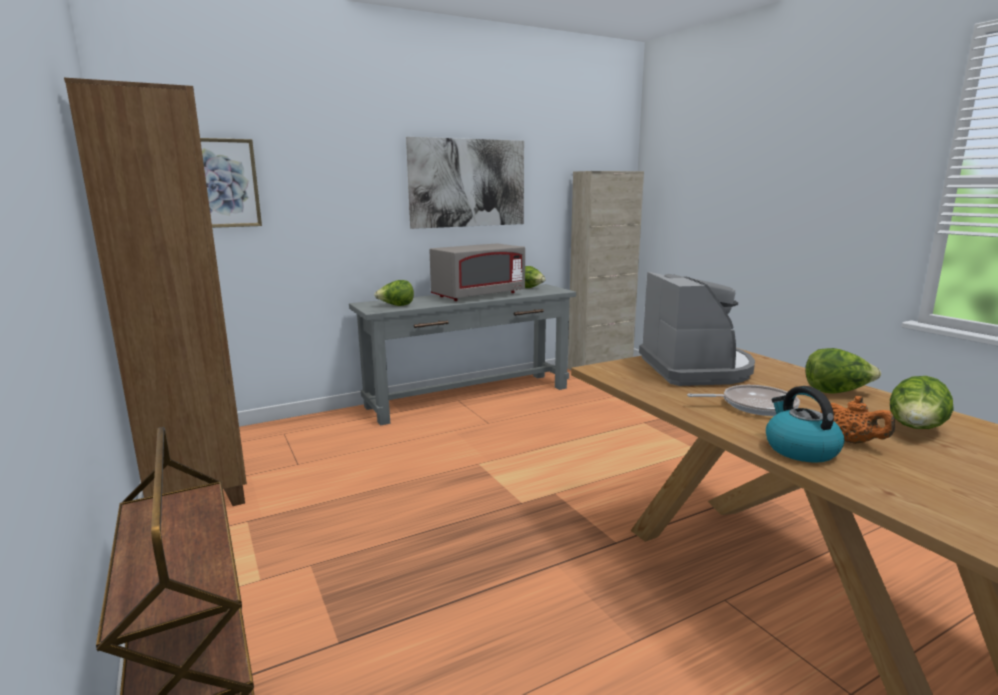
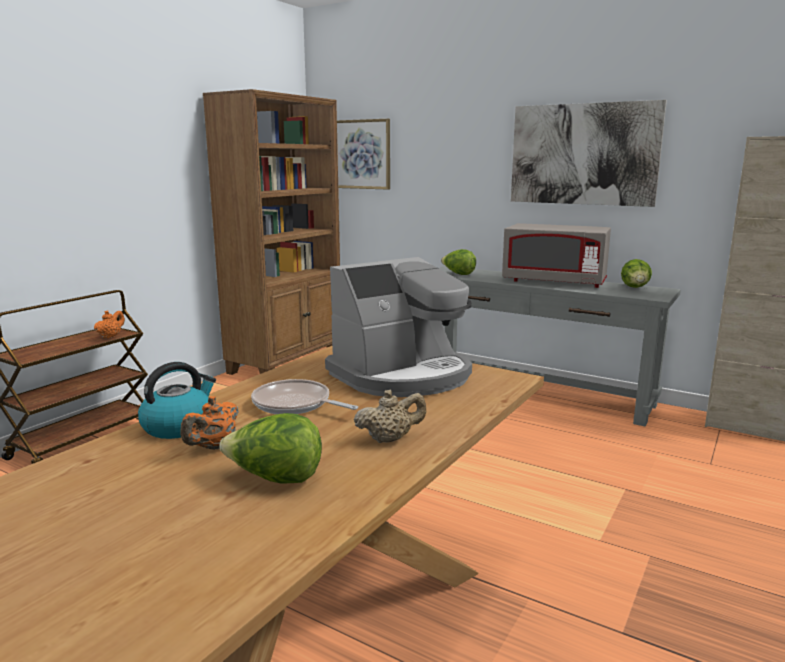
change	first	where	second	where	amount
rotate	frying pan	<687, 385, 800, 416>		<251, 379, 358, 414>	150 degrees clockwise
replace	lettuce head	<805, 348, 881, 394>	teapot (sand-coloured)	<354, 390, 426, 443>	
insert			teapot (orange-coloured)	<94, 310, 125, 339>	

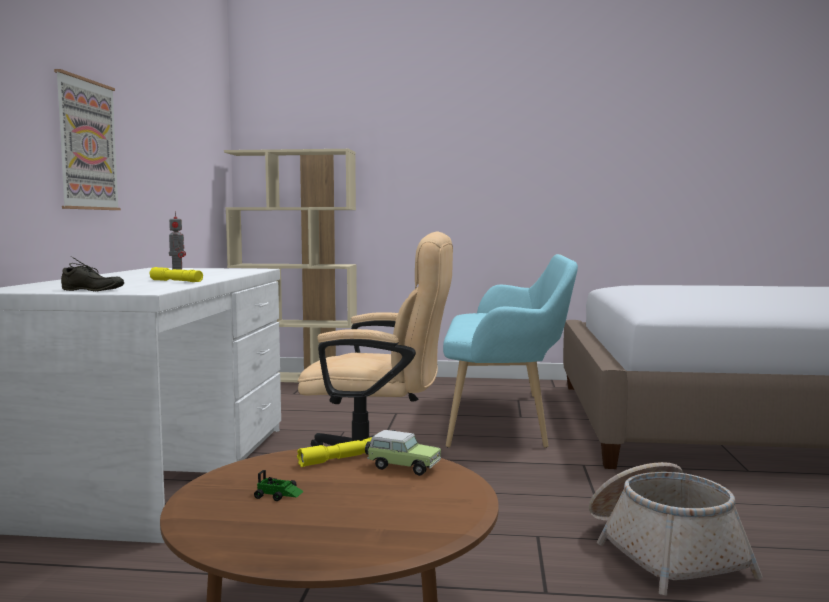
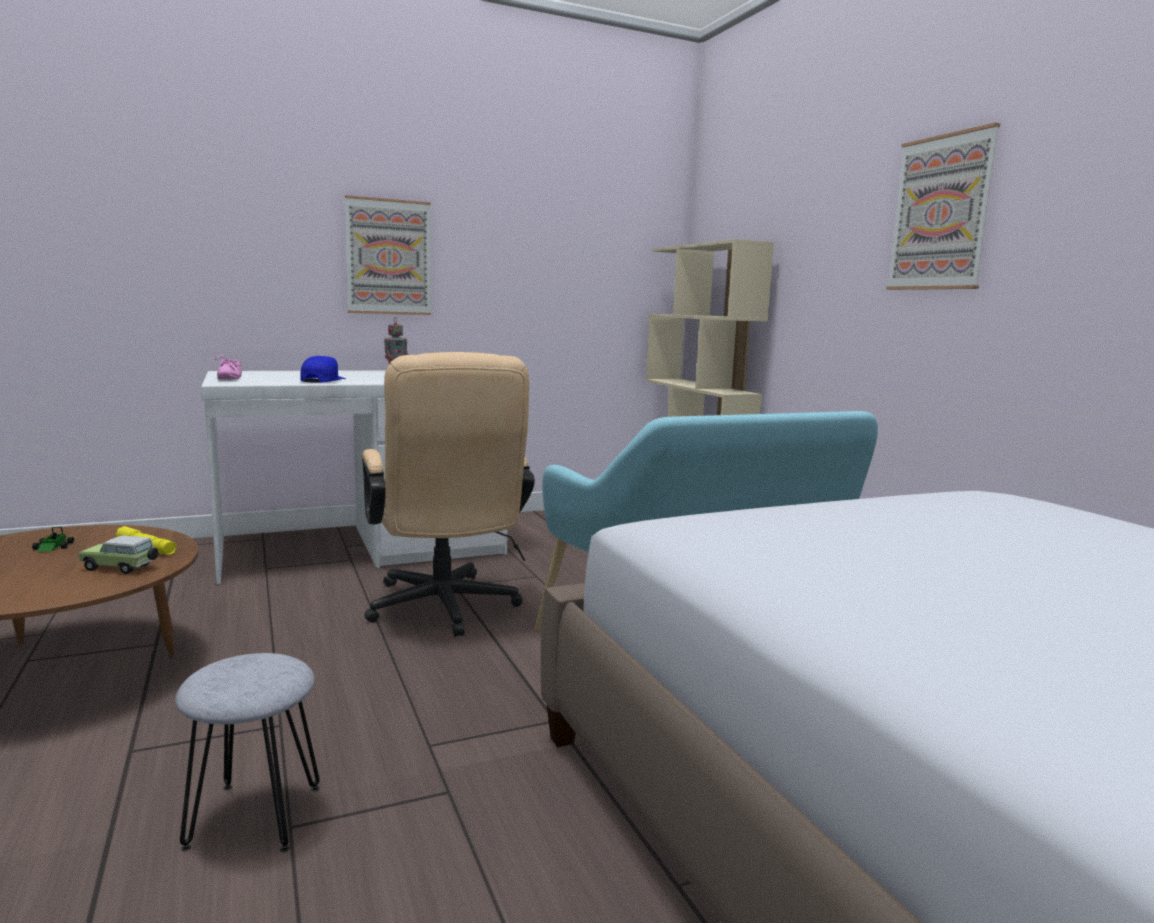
change	first	where	second	where	amount
recolor	item of footwear (grey)	<61, 256, 124, 291>	item of footwear (pink-coloured)	<213, 351, 243, 379>	
replace	torch (yellow-coloured)	<149, 267, 203, 282>	baseball cap (blue-coloured)	<300, 356, 346, 383>	
rotate	miniature car	<365, 430, 441, 476>		<78, 535, 158, 574>	105 degrees clockwise
replace	storage basket	<589, 462, 763, 596>	stool seat (grey)	<175, 653, 320, 852>	
insert			wall art	<886, 123, 1000, 290>	

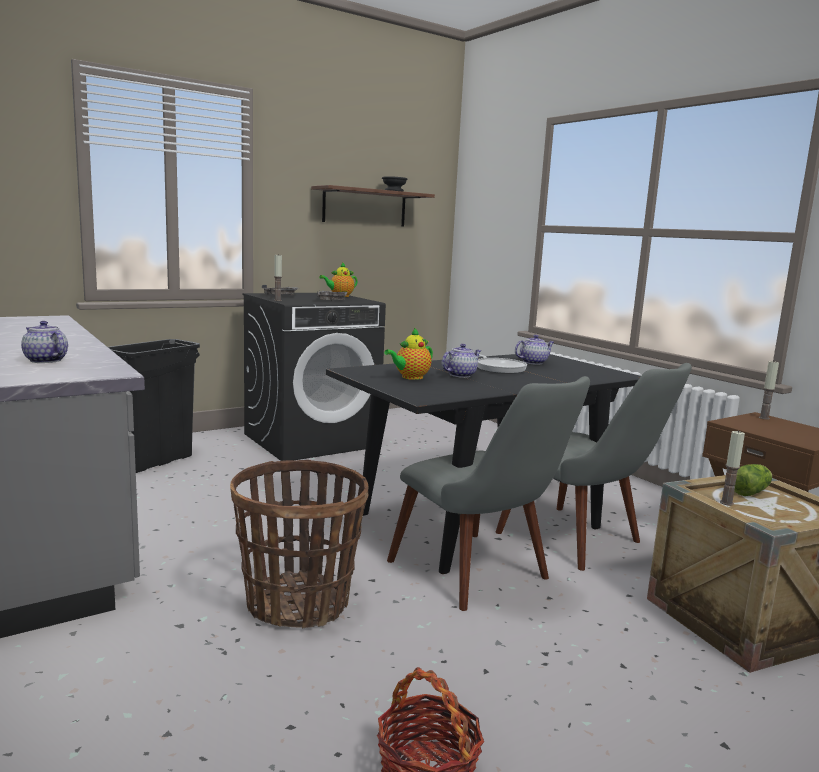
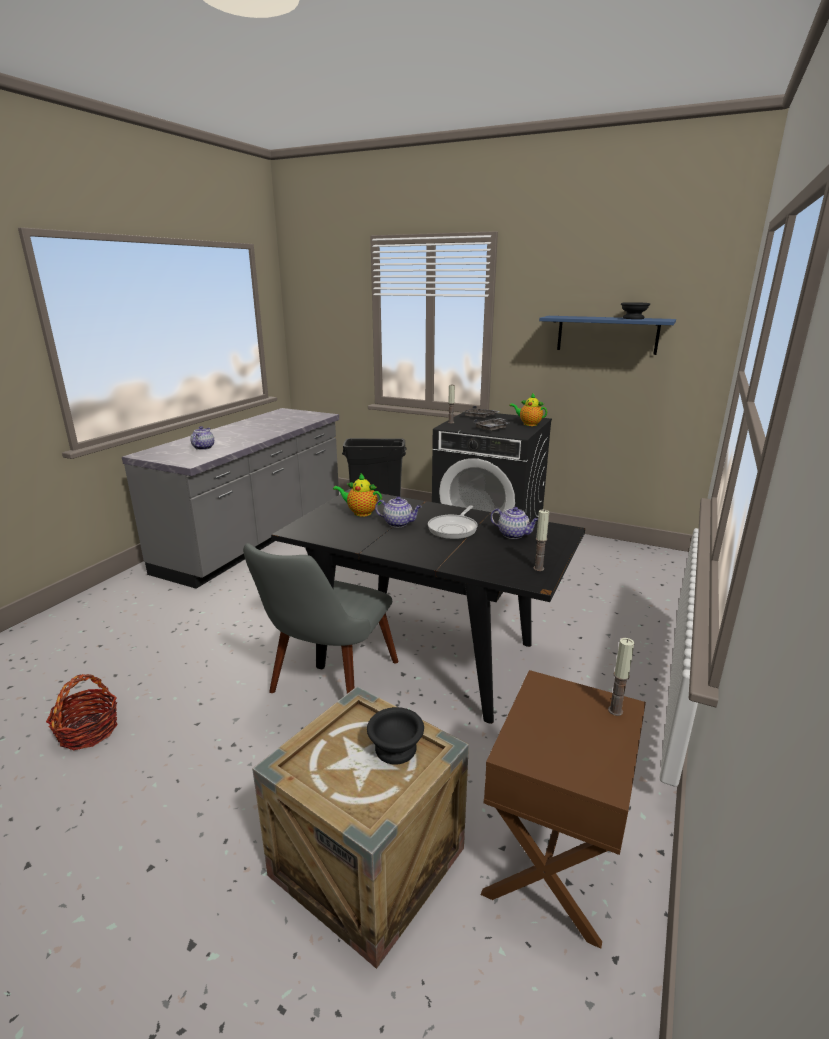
change	first	where	second	where	amount
delete	storage basket	<230, 460, 368, 629>			
recolor	bracket shelf (brownish)	<311, 185, 435, 226>	bracket shelf (blue-coloured)	<539, 316, 676, 355>	
delete	plain chair (grey)	<495, 363, 692, 571>			
move	wax light	<720, 430, 745, 506>		<533, 509, 549, 571>	
replace	lettuce head	<734, 464, 772, 496>	serving bowl (blackish)	<367, 707, 424, 765>	

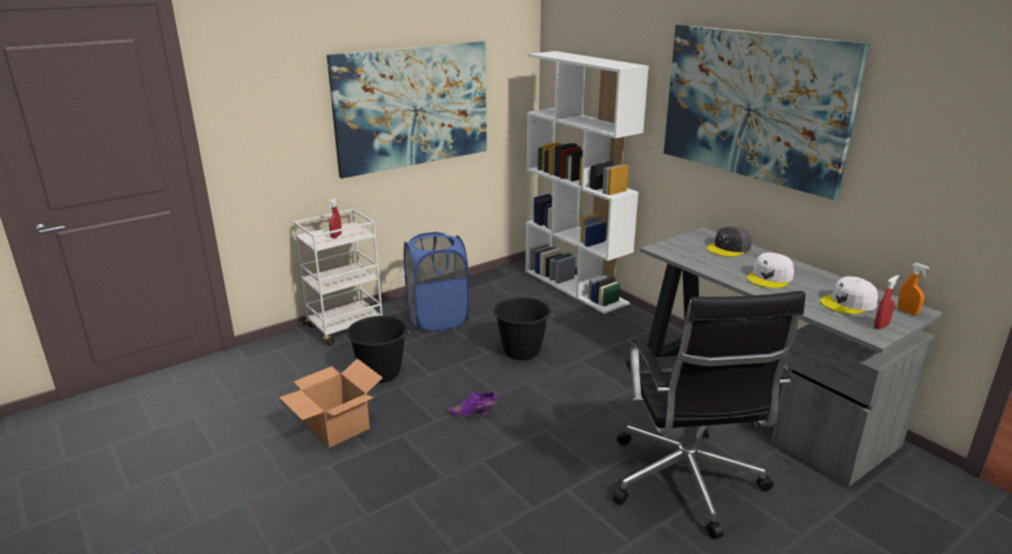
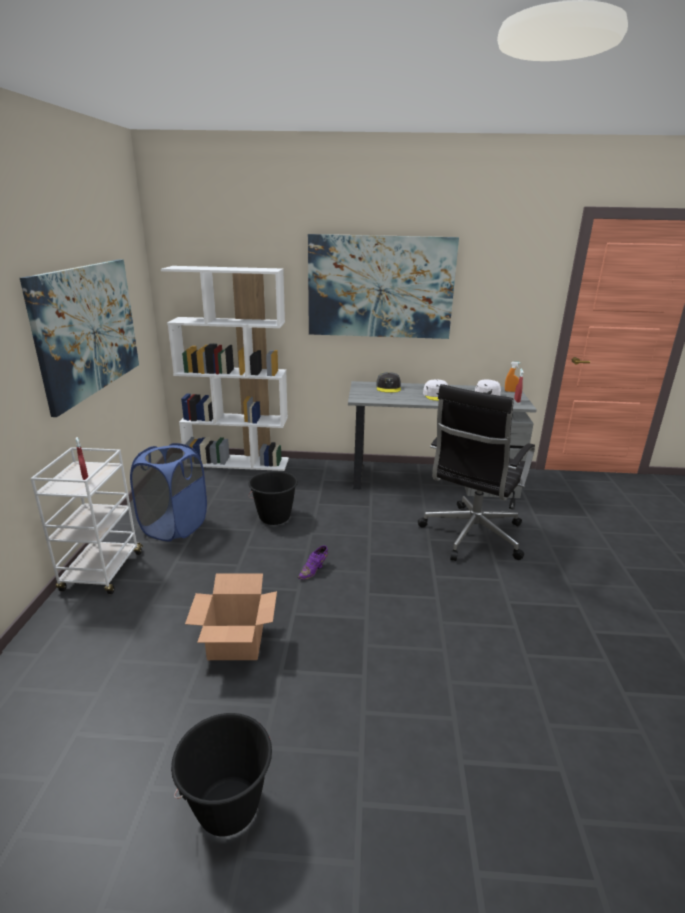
change	first	where	second	where	amount
move	bucket (blackish)	<346, 316, 410, 383>		<171, 713, 272, 836>	
rotate	desk chair (blackish)	<613, 291, 806, 539>		<418, 384, 535, 561>	90 degrees clockwise

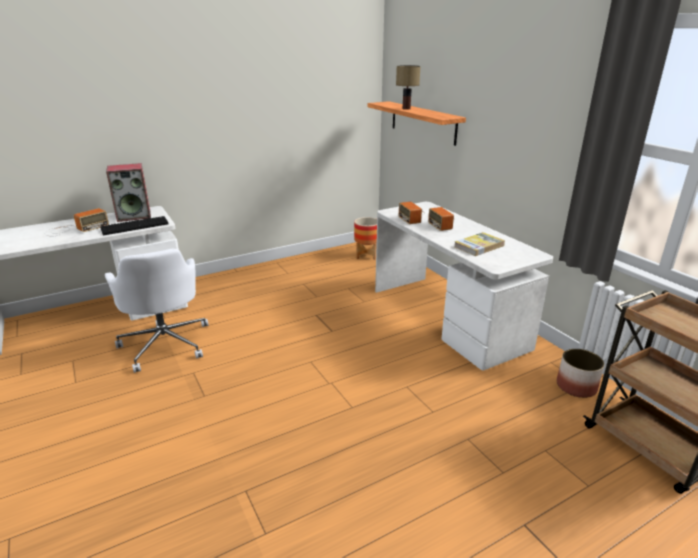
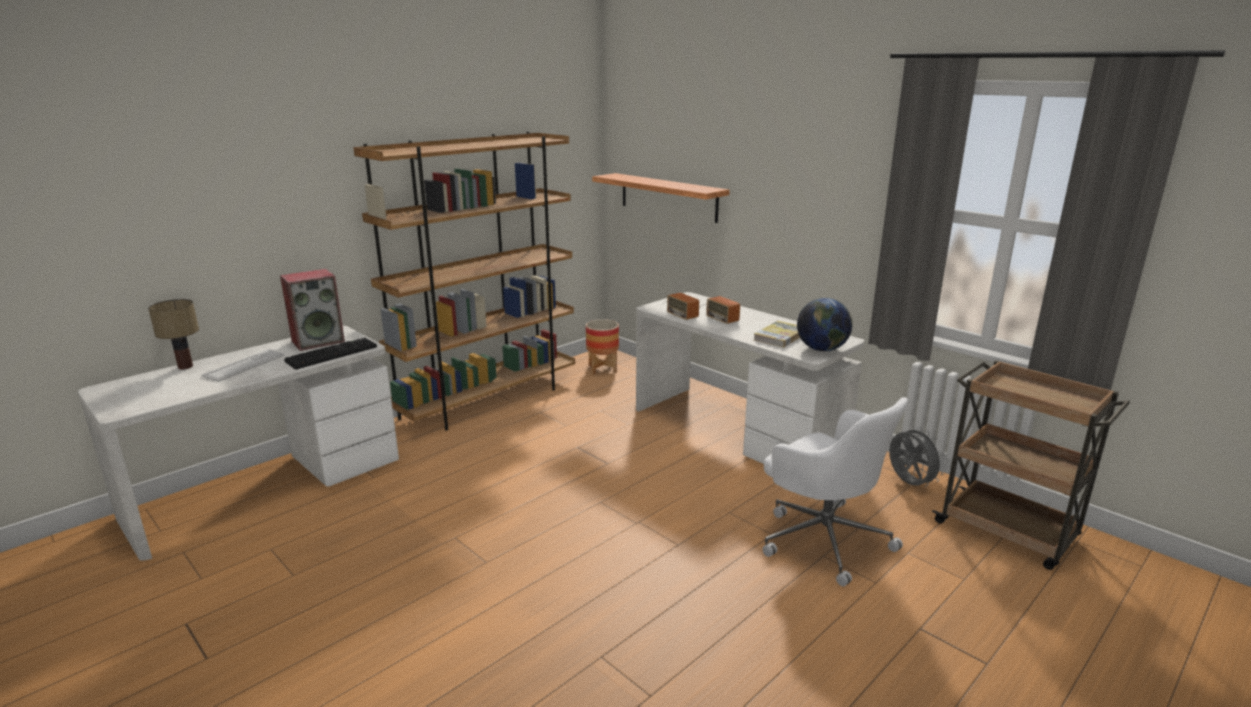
change	first	where	second	where	amount
replace	radio set	<45, 208, 109, 237>	PC keyboard	<201, 349, 285, 382>	
move	desk chair (whitish)	<105, 248, 208, 373>		<763, 397, 908, 586>	
move	lamp for a table	<396, 65, 421, 110>		<148, 299, 199, 370>	
replace	plant pot	<557, 349, 604, 398>	cooling fan (grey)	<889, 426, 945, 487>	
insert			shelving unit (brownish)	<353, 131, 575, 431>	
insert			world globe	<797, 298, 852, 351>	

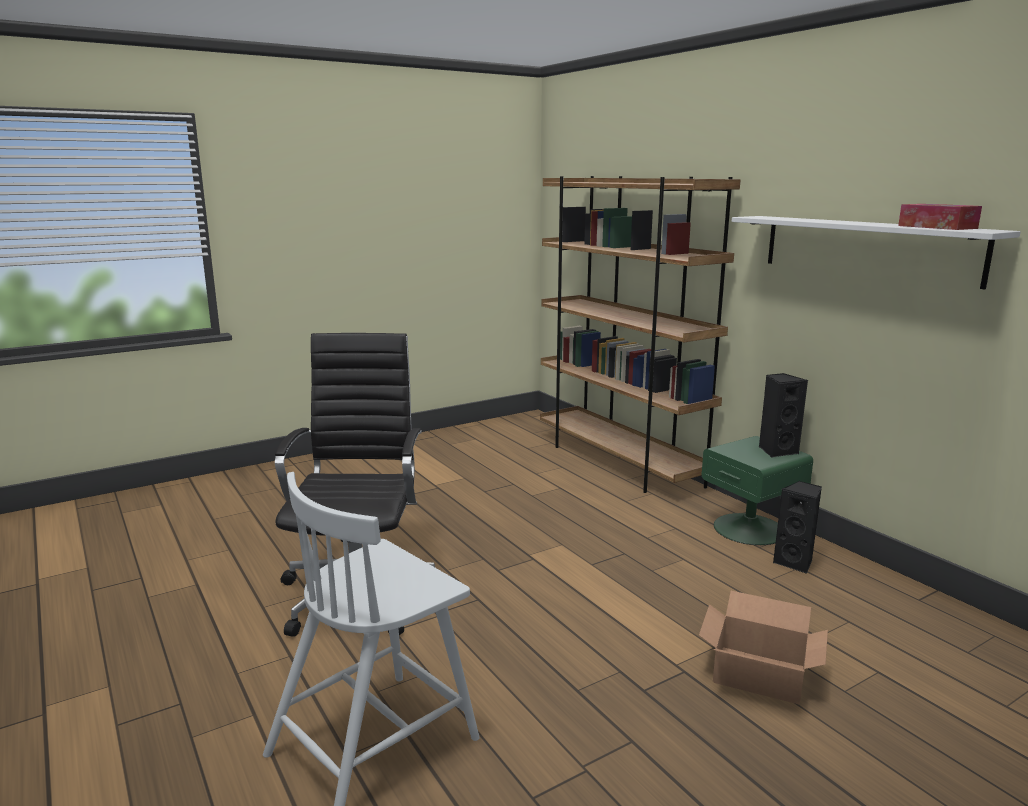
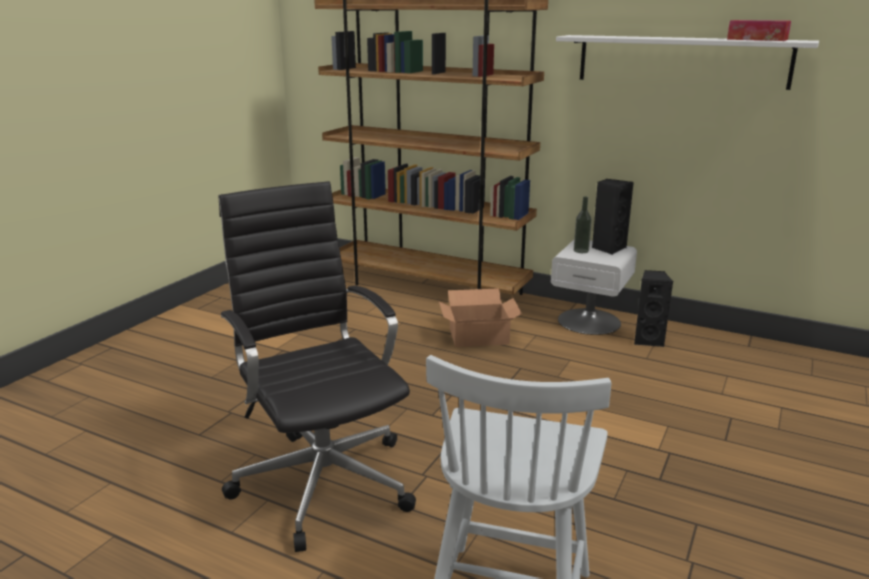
change	first	where	second	where	amount
move	carton	<699, 591, 828, 704>		<439, 288, 522, 347>	
recolor	night table (green)	<702, 436, 813, 545>	night table (whitish)	<551, 240, 637, 335>	
insert			drink bottle	<574, 196, 592, 253>	

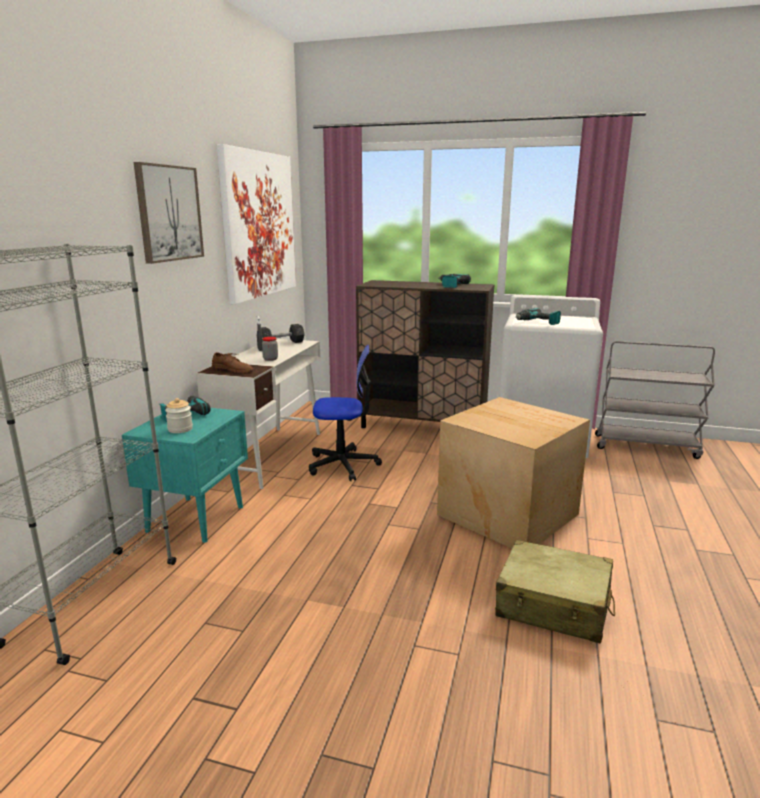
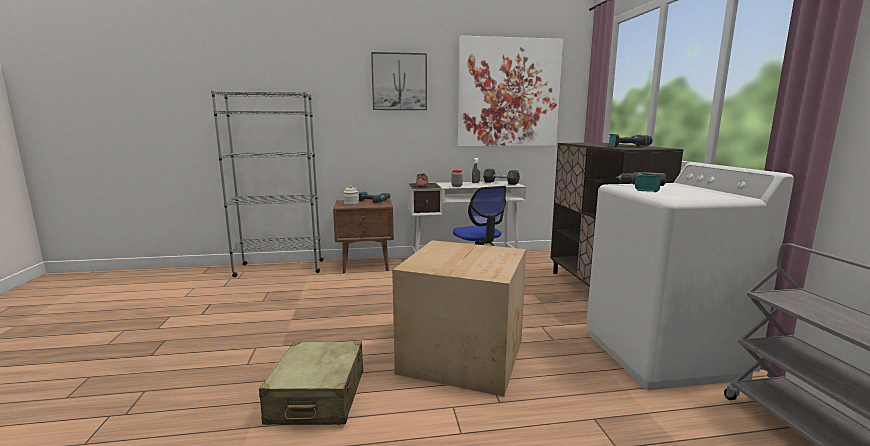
change	first	where	second	where	amount
recolor	night table (blue-green)	<122, 408, 248, 543>	night table (brownish)	<333, 199, 394, 273>	

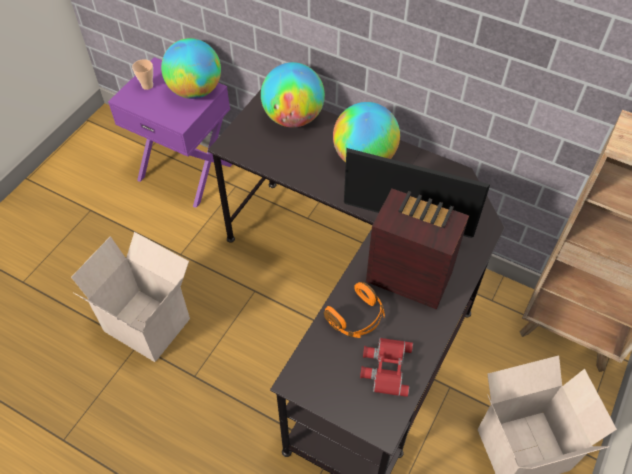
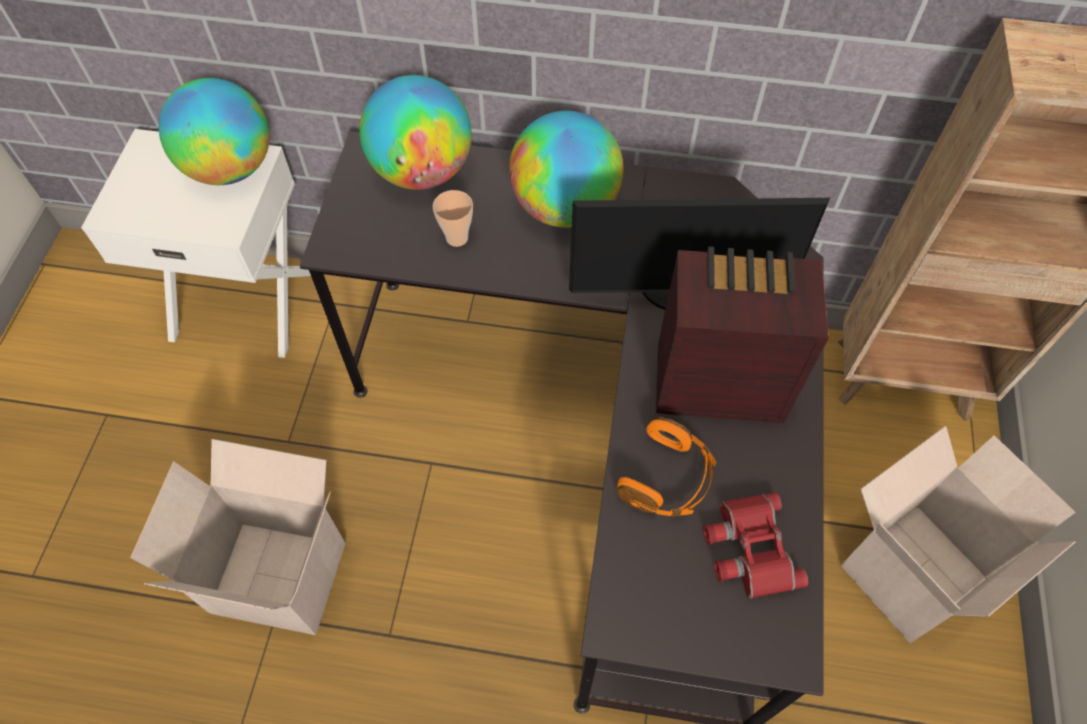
change	first	where	second	where	amount
recolor	night table (purple-coloured)	<108, 57, 233, 208>	night table (whitish)	<81, 129, 311, 358>	
move	small cup	<132, 59, 153, 90>		<433, 190, 473, 247>	

